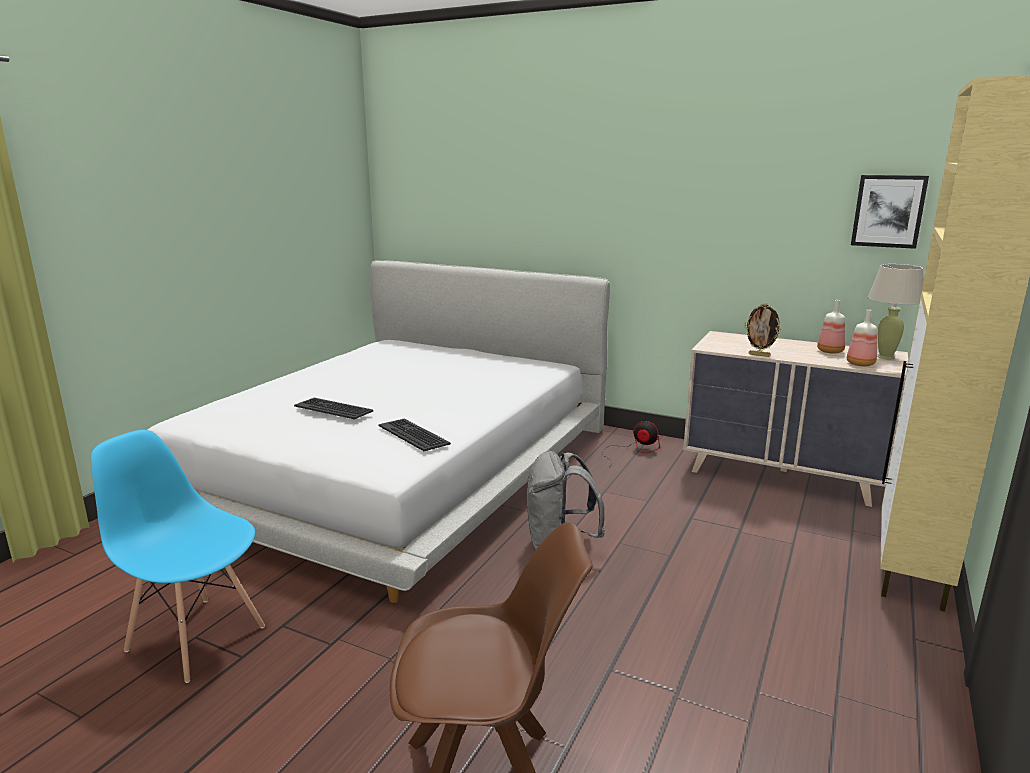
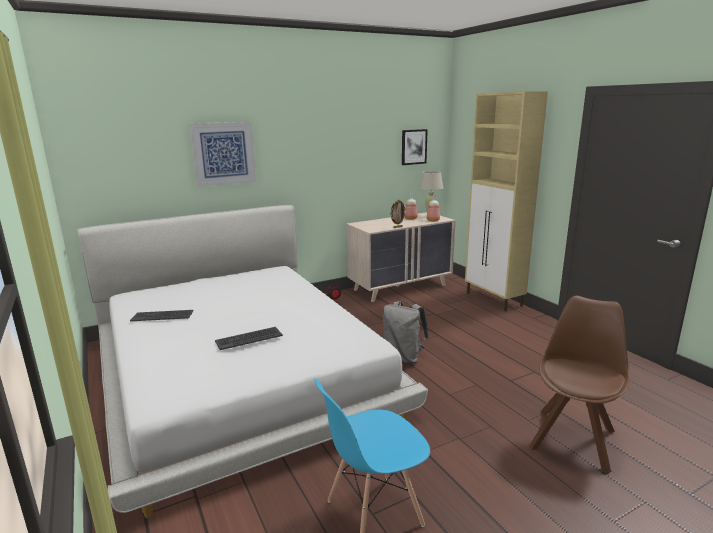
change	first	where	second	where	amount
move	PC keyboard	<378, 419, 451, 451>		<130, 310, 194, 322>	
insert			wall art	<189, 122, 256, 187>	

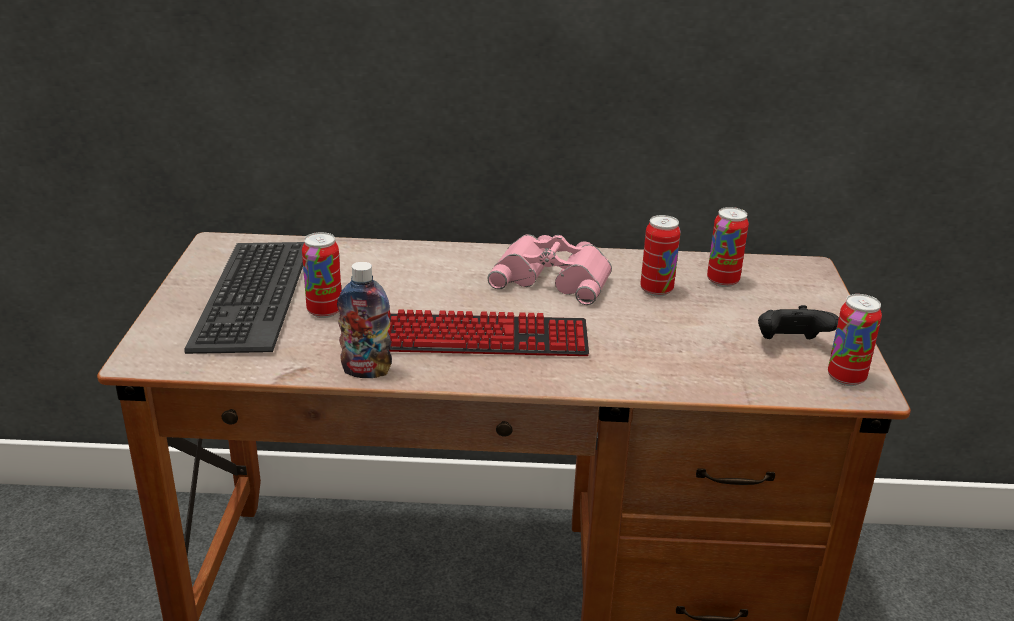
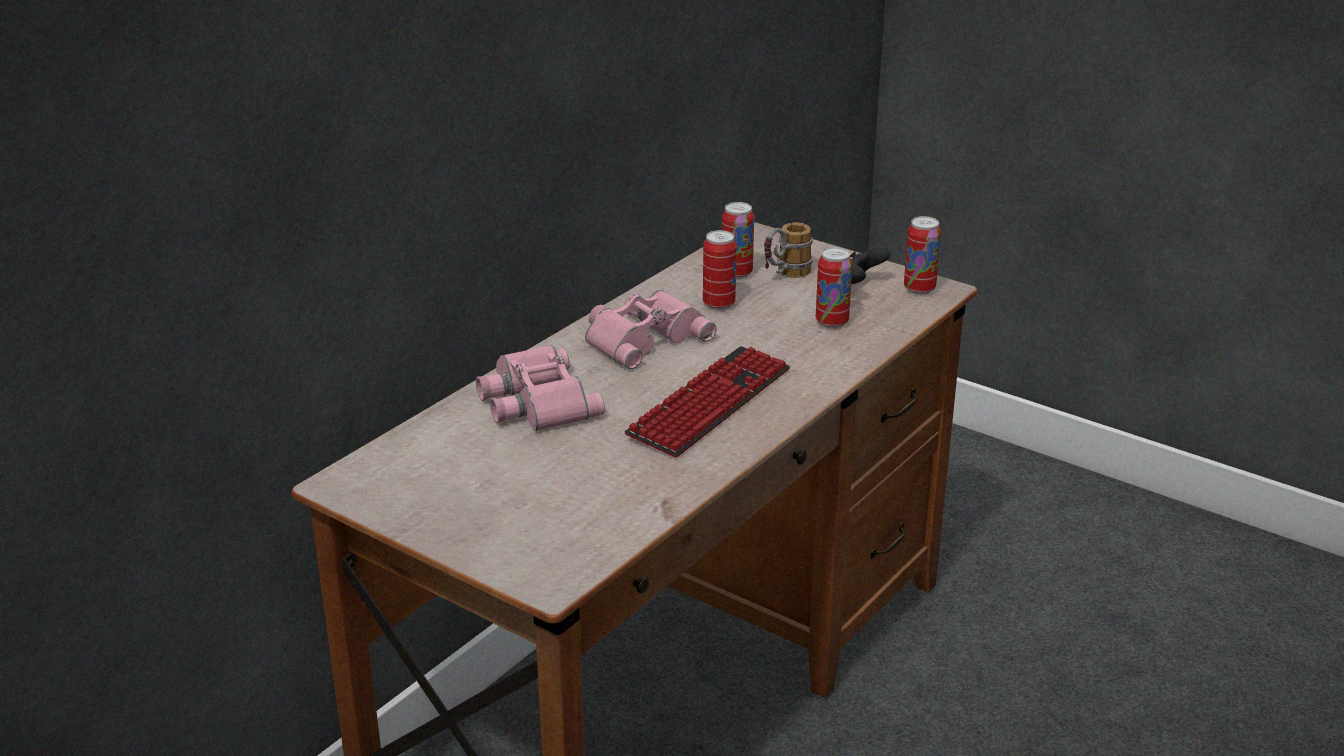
change	first	where	second	where	amount
delete	PC keyboard	<185, 242, 305, 354>			
move	sealed can	<302, 232, 341, 318>		<816, 247, 852, 328>	
delete	drink bottle	<337, 262, 392, 378>			
insert			field glasses (pink-coloured)	<476, 345, 605, 431>	
insert			mug	<764, 222, 813, 278>	

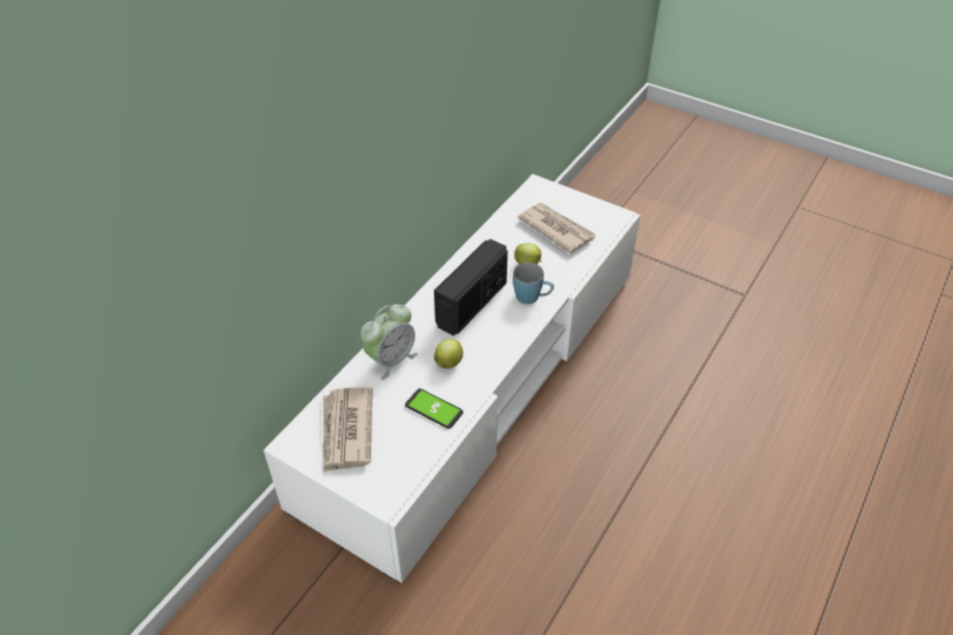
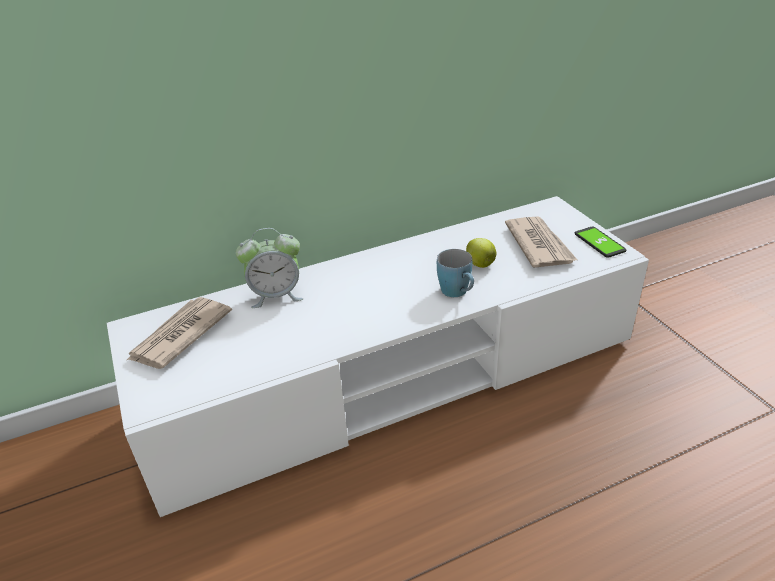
change	first	where	second	where	amount
move	telephone	<405, 388, 463, 429>		<575, 226, 627, 258>	
delete	radio set	<434, 239, 508, 336>			
delete	whole apple	<434, 339, 463, 369>			

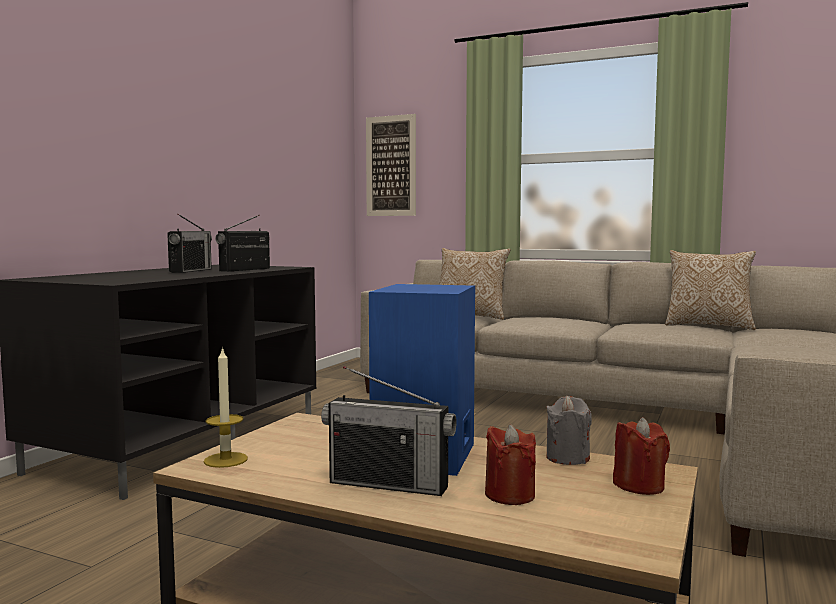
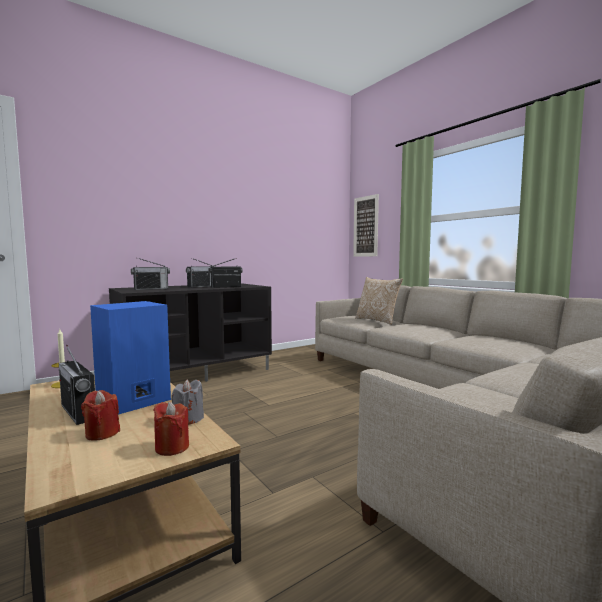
change	first	where	second	where	amount
delete	cushion	<665, 250, 756, 330>			
insert			radio set	<131, 258, 170, 290>	

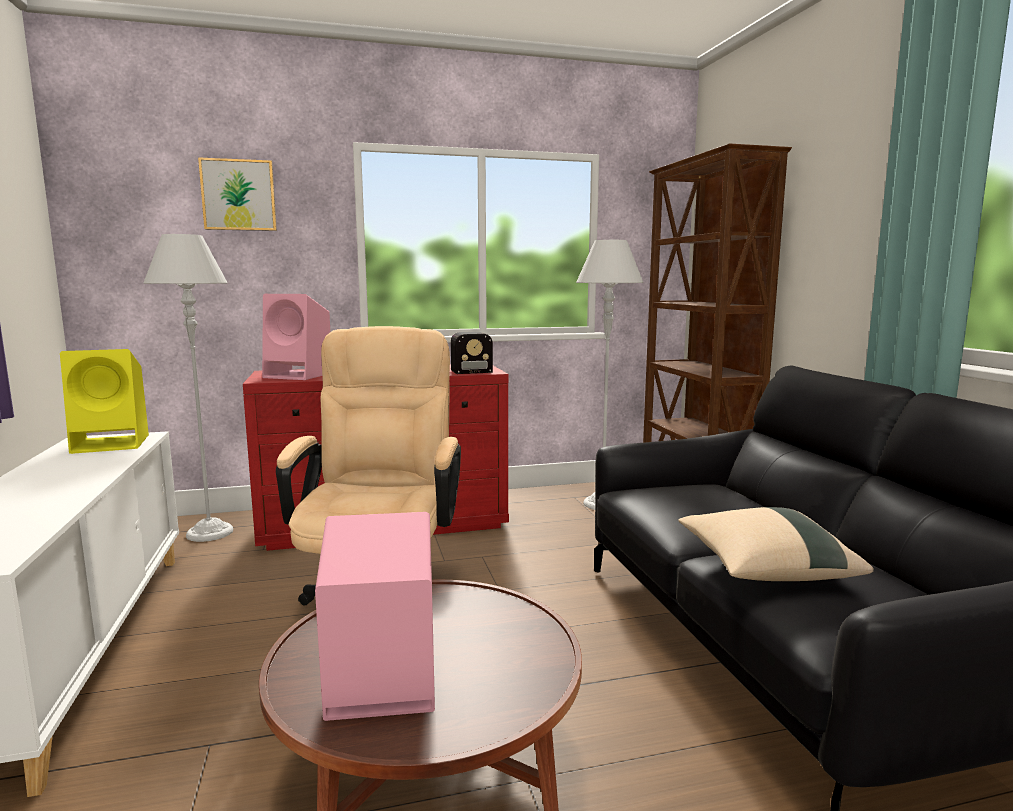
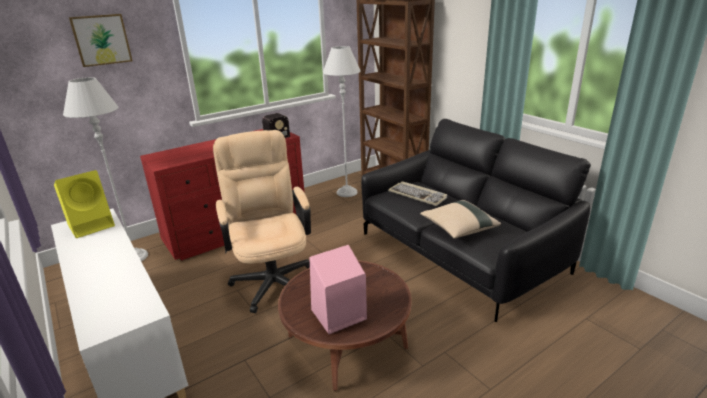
change	first	where	second	where	amount
delete	audio speaker (pink-coloured)	<262, 294, 330, 380>			
insert			PC keyboard	<388, 181, 447, 206>	

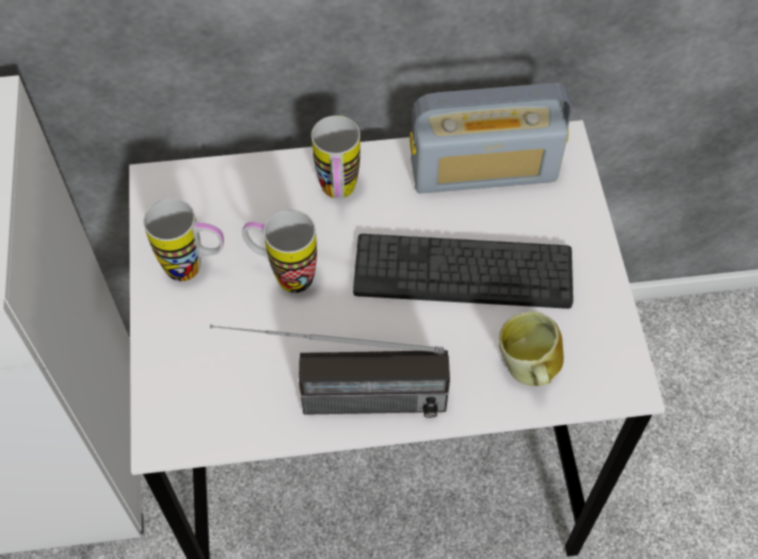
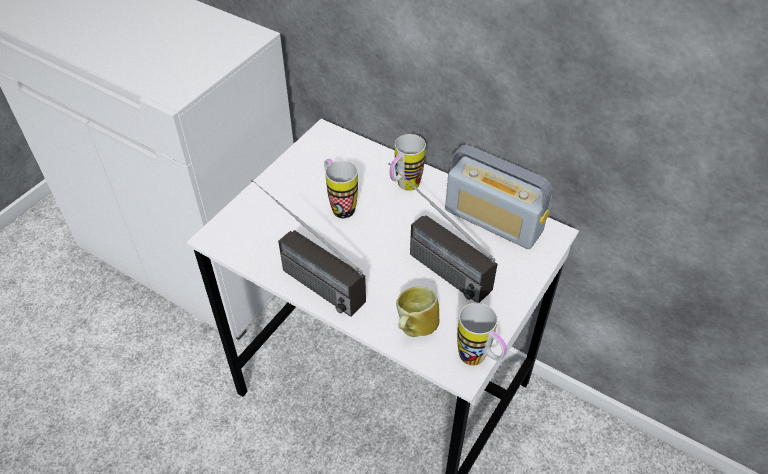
change	first	where	second	where	amount
move	mug	<143, 198, 224, 281>		<457, 303, 507, 366>	
replace	PC keyboard	<353, 234, 573, 309>	radio set	<388, 163, 498, 303>	

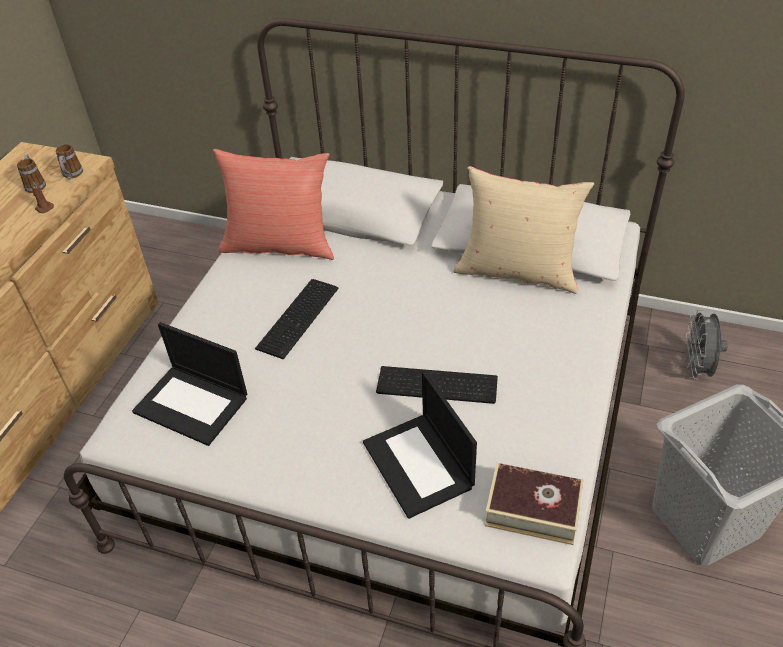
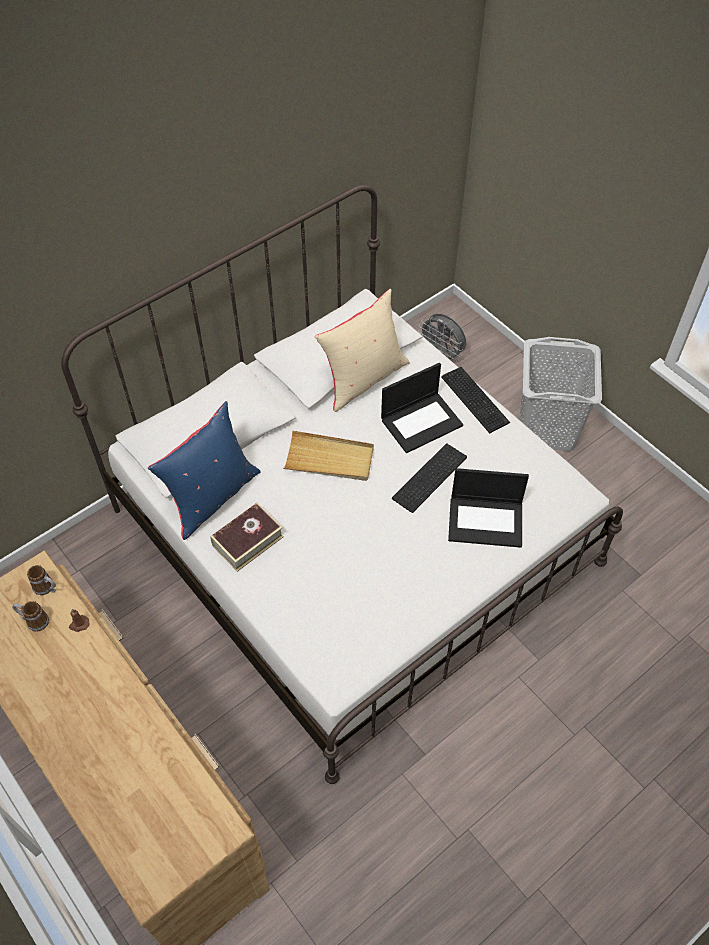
change	first	where	second	where	amount
move	notebook computer	<132, 322, 247, 446>		<381, 363, 463, 453>	
recolor	cushion (red-coloured)	<213, 149, 334, 260>	cushion (blue-coloured)	<148, 401, 260, 540>	
move	PC keyboard	<255, 279, 338, 359>		<441, 367, 510, 434>	
move	book	<485, 463, 583, 545>		<210, 502, 284, 572>	
insert			carrying tray (sand-coloured)	<283, 430, 374, 481>	

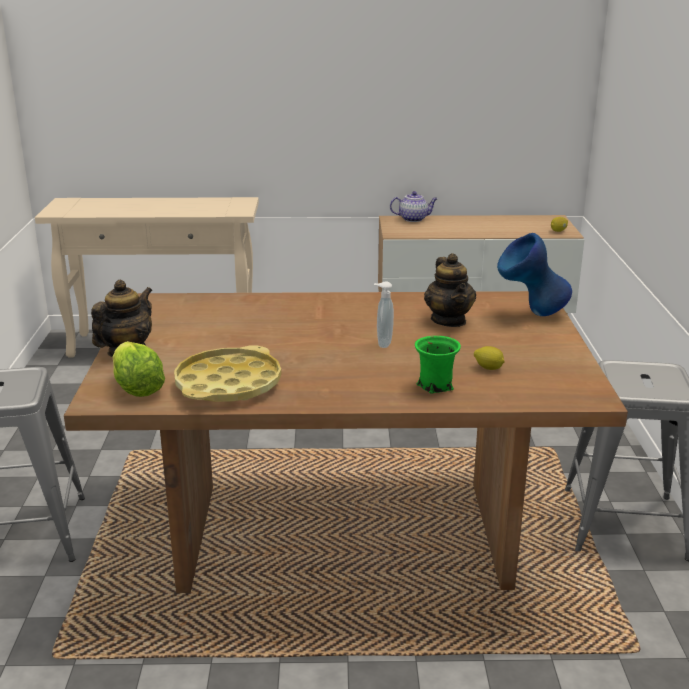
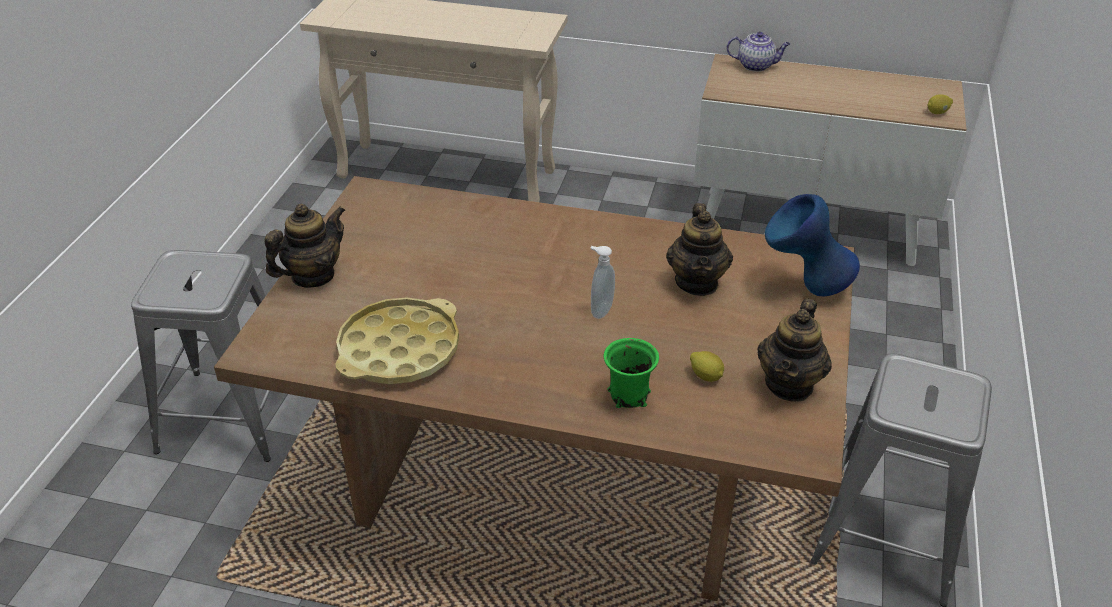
change	first	where	second	where	amount
delete	lettuce head	<112, 341, 165, 397>			
insert			teapot	<757, 298, 832, 402>	

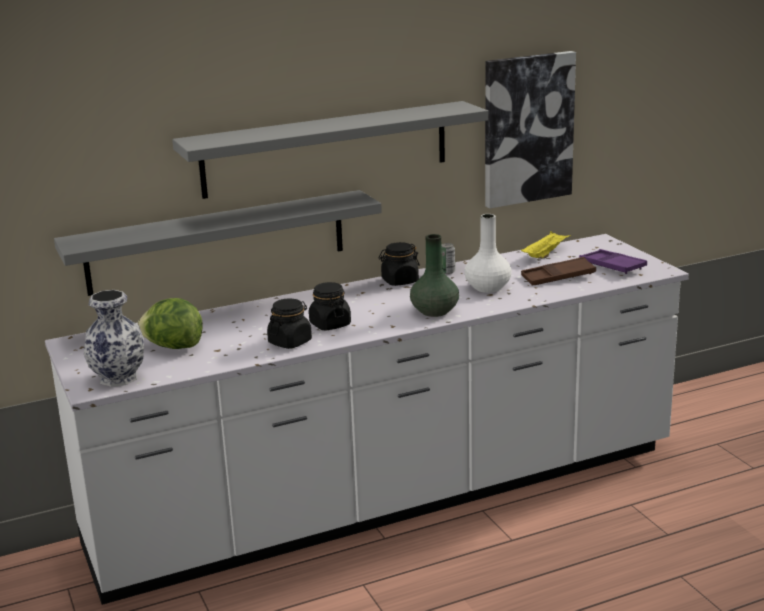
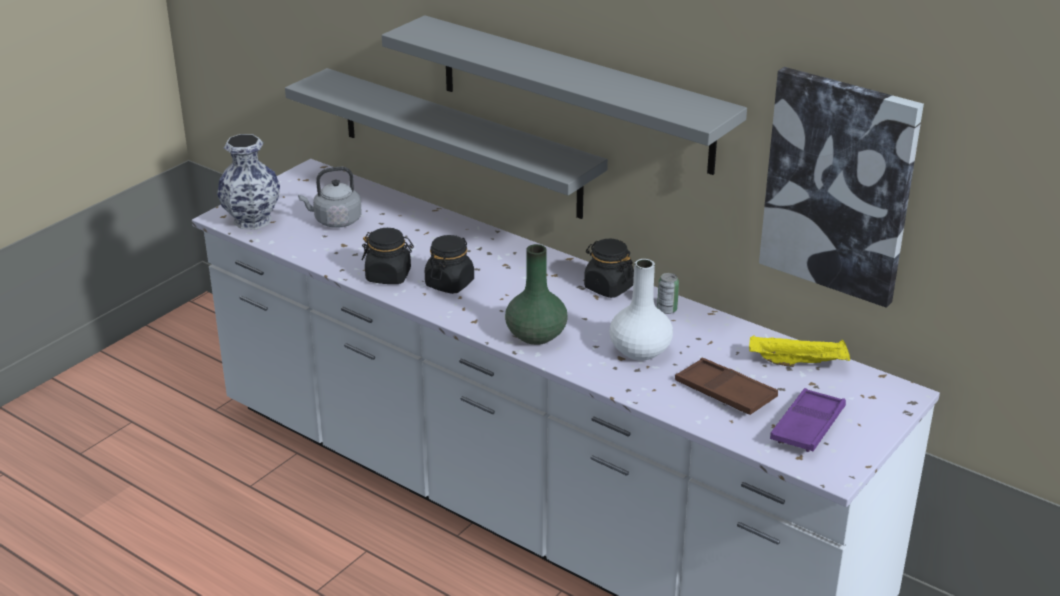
change	first	where	second	where	amount
replace	lettuce head	<137, 298, 203, 349>	water kettle (grey)	<298, 167, 362, 228>	

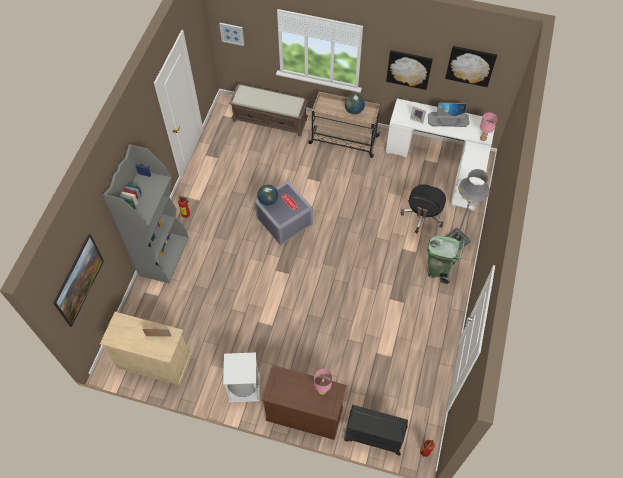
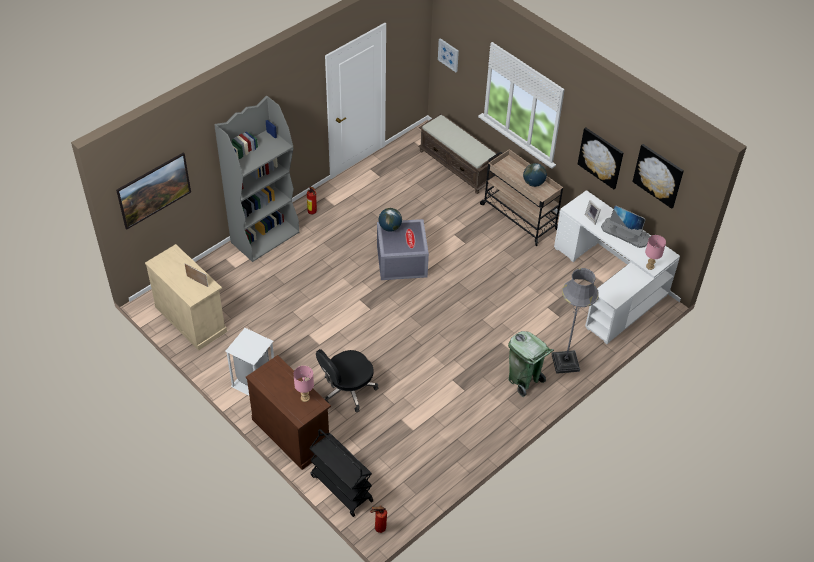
change	first	where	second	where	amount
move	desk chair (blackish)	<401, 184, 446, 233>		<316, 349, 378, 412>	

